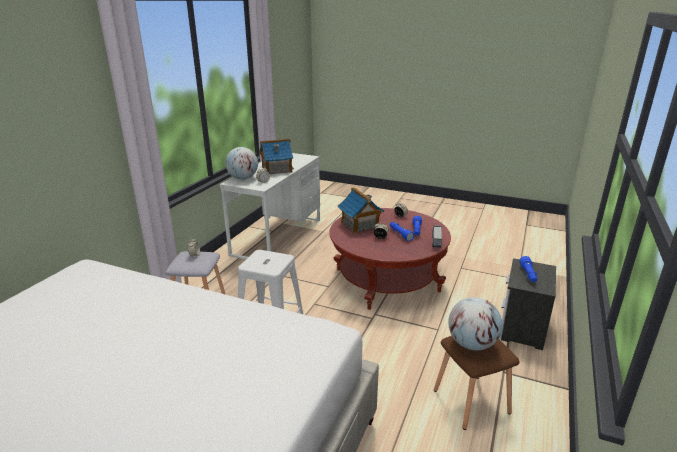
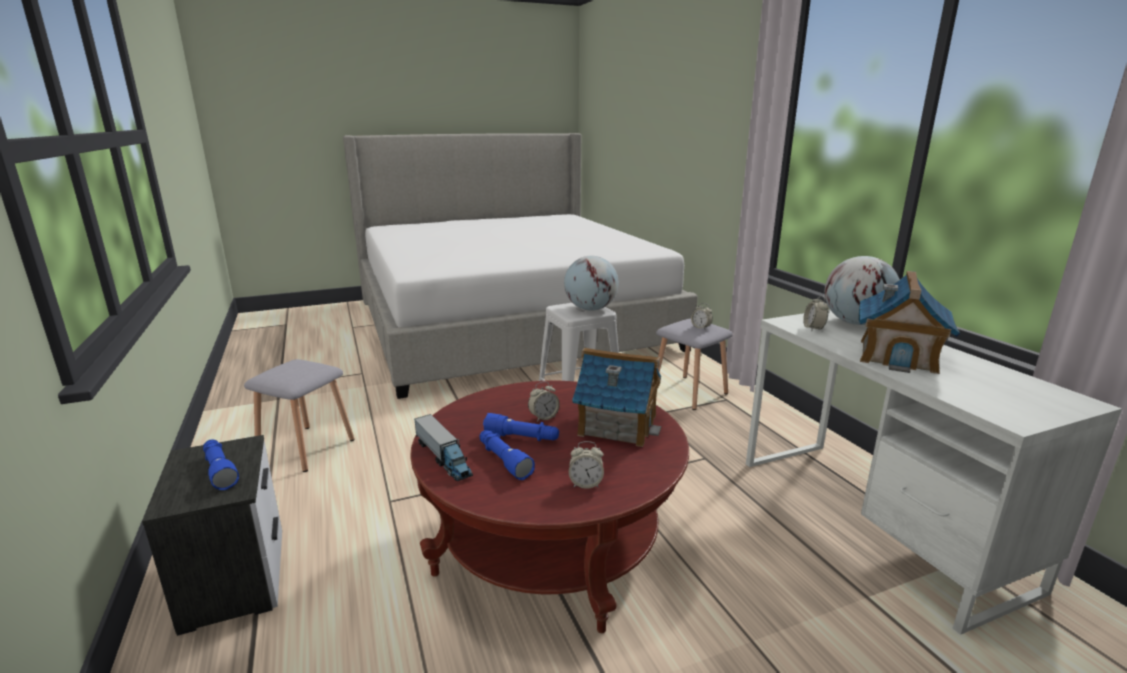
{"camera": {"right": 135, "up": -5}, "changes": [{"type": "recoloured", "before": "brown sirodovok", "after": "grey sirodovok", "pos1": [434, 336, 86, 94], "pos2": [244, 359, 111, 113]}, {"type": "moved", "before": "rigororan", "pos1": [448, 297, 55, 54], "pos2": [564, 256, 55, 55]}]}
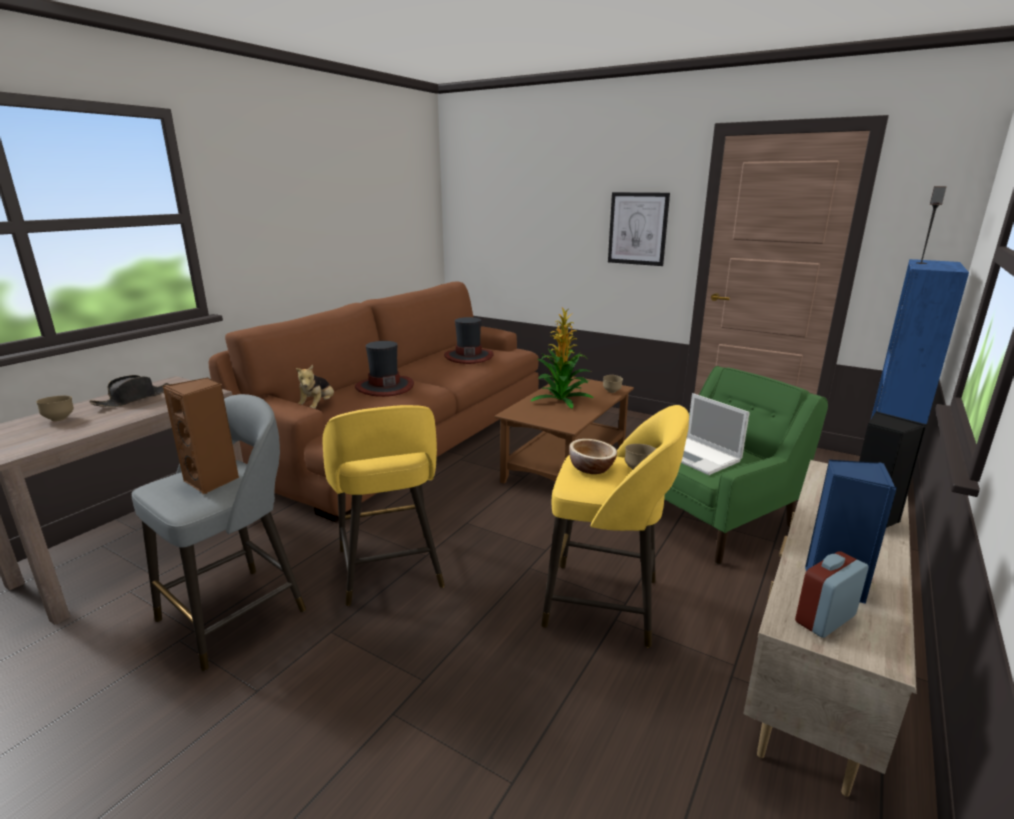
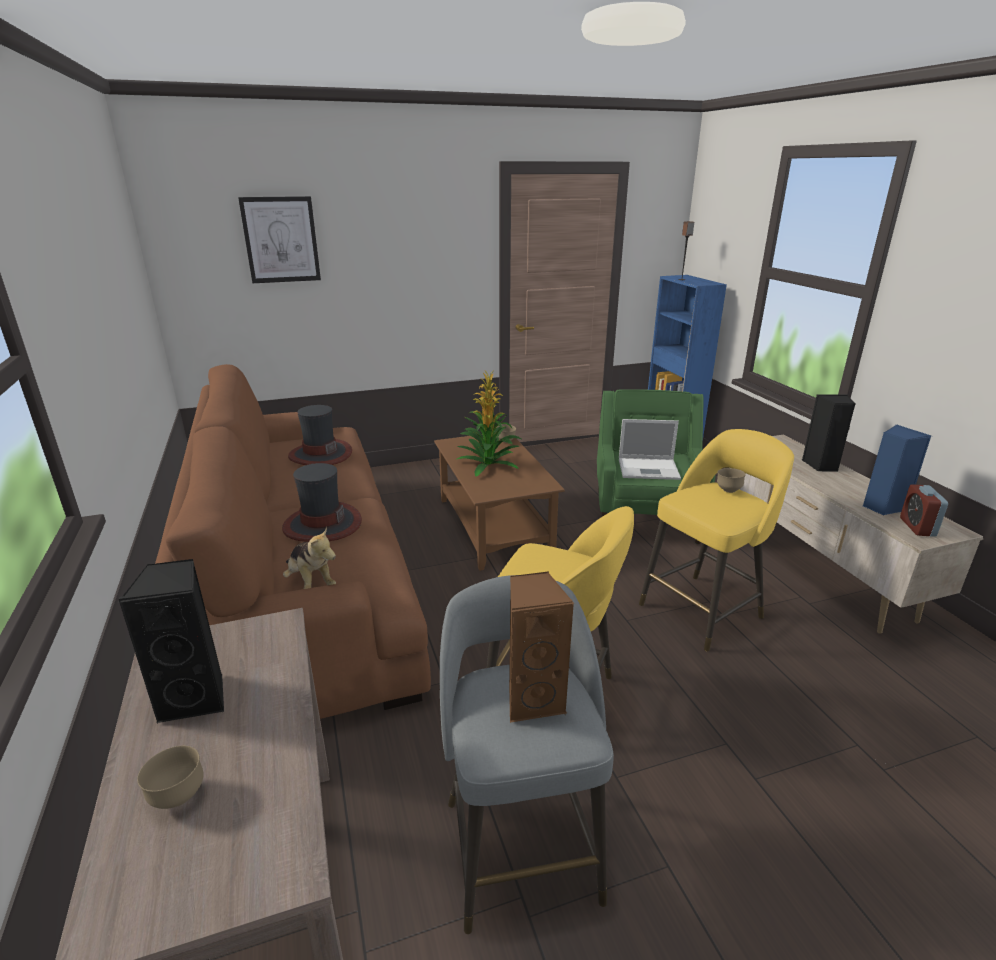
{"camera": {"right": -50, "up": 5}, "changes": [{"type": "replaced", "before": "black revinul", "after": "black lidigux", "pos1": [89, 375, 82, 32], "pos2": [117, 559, 107, 164]}, {"type": "moved", "before": "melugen", "pos1": [608, 192, 62, 74], "pos2": [238, 196, 83, 87]}, {"type": "removed", "before": "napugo", "pos1": [569, 439, 48, 35]}]}
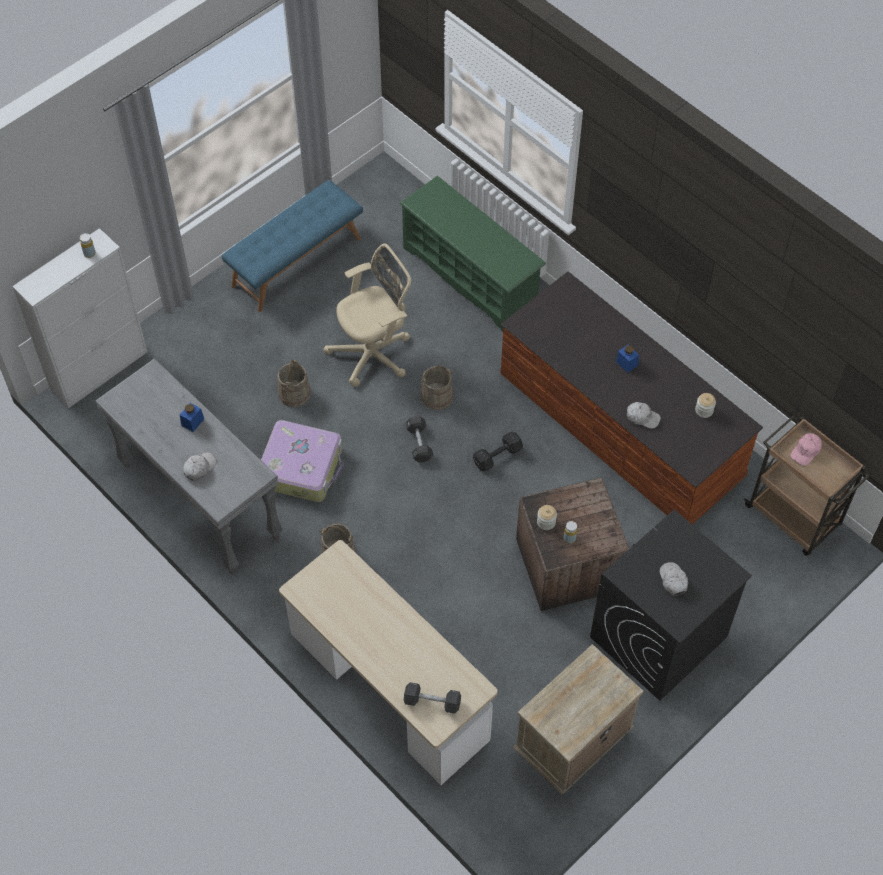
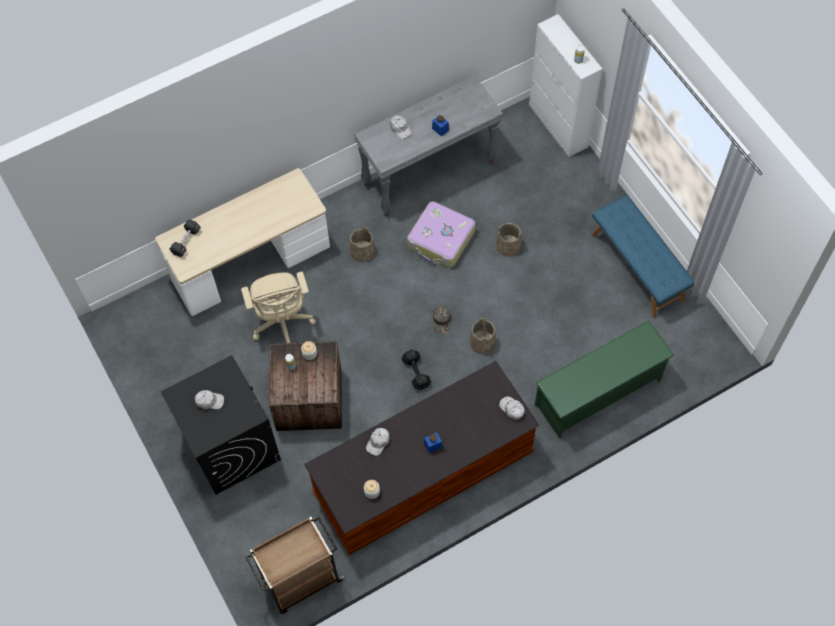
{"camera": {"right": 105, "up": 5}, "changes": [{"type": "moved", "before": "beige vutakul", "pos1": [323, 244, 88, 143], "pos2": [241, 272, 75, 71]}, {"type": "replaced", "before": "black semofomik", "after": "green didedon", "pos1": [405, 416, 28, 46], "pos2": [433, 305, 18, 29]}, {"type": "added", "after": "white didedon", "pos2": [499, 396, 26, 24]}, {"type": "removed", "before": "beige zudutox", "pos1": [513, 644, 130, 151]}, {"type": "removed", "before": "pink didedon", "pos1": [790, 433, 32, 33]}]}
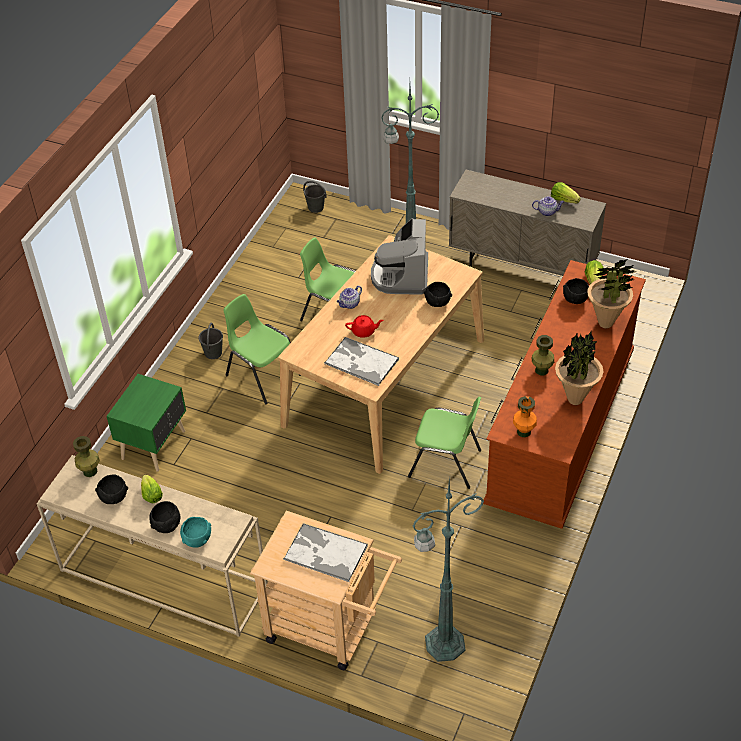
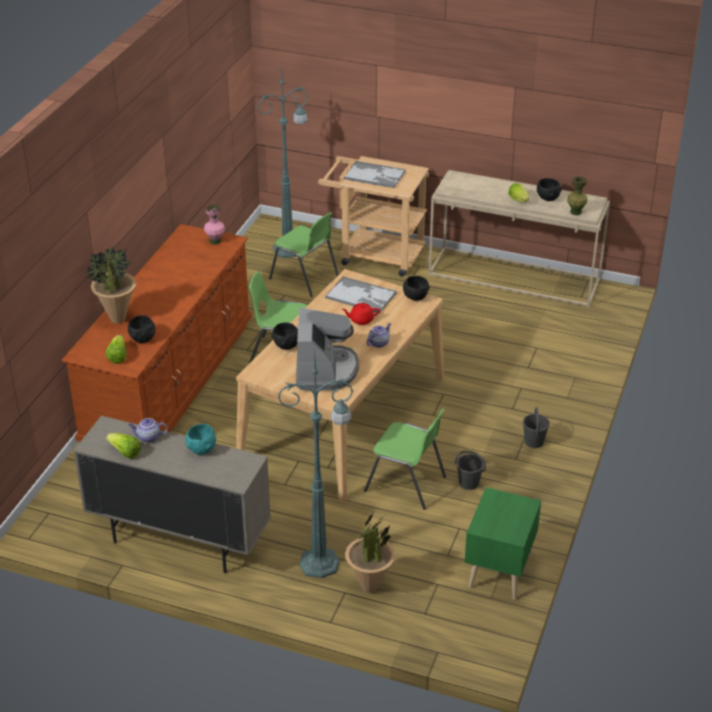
{"camera": {"right": 175, "up": -10}, "changes": [{"type": "moved", "before": "turquoise napugo", "pos1": [180, 517, 31, 31], "pos2": [186, 424, 30, 31]}, {"type": "recoloured", "before": "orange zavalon", "after": "pink zavalon", "pos1": [513, 396, 24, 41], "pos2": [204, 204, 21, 41]}, {"type": "moved", "before": "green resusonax", "pos1": [223, 294, 78, 110], "pos2": [269, 212, 70, 85]}, {"type": "moved", "before": "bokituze", "pos1": [555, 331, 49, 74], "pos2": [345, 513, 50, 80]}, {"type": "moved", "before": "black napugo", "pos1": [149, 501, 31, 32], "pos2": [403, 276, 26, 25]}, {"type": "moved", "before": "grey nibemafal", "pos1": [303, 181, 24, 32], "pos2": [455, 450, 31, 40]}, {"type": "moved", "before": "green zudutox", "pos1": [106, 374, 80, 98], "pos2": [465, 487, 76, 113]}, {"type": "removed", "before": "green zavalon", "pos1": [532, 335, 22, 40]}]}
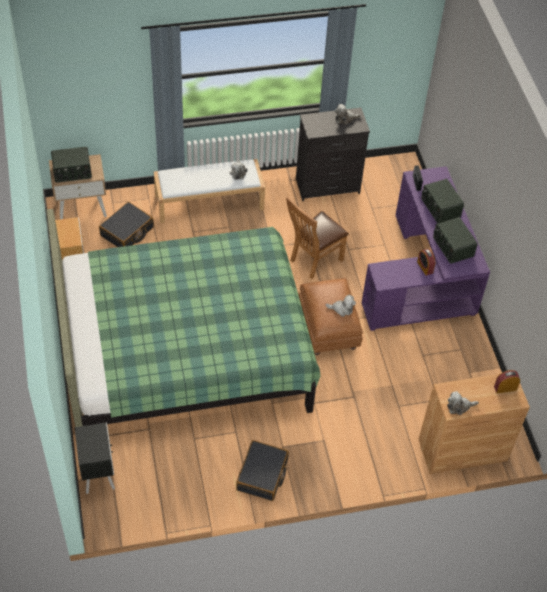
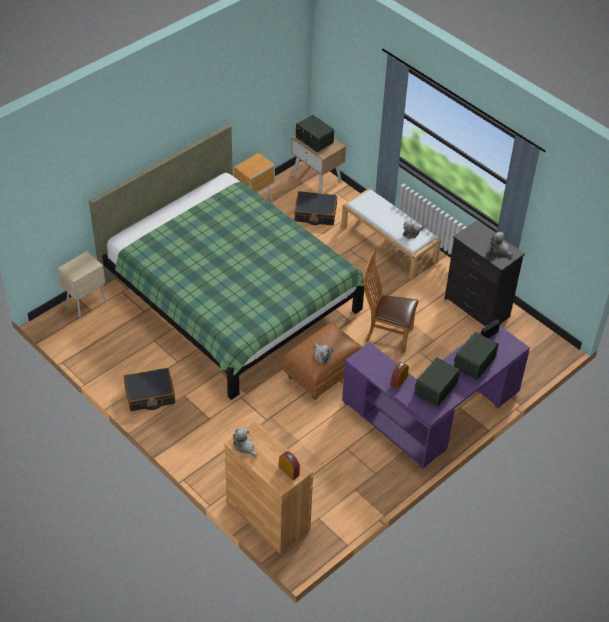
{"camera": {"right": 60, "up": -5}, "changes": [{"type": "recoloured", "before": "black zudutox", "after": "beige zudutox", "pos1": [74, 423, 41, 71], "pos2": [58, 251, 48, 66]}]}
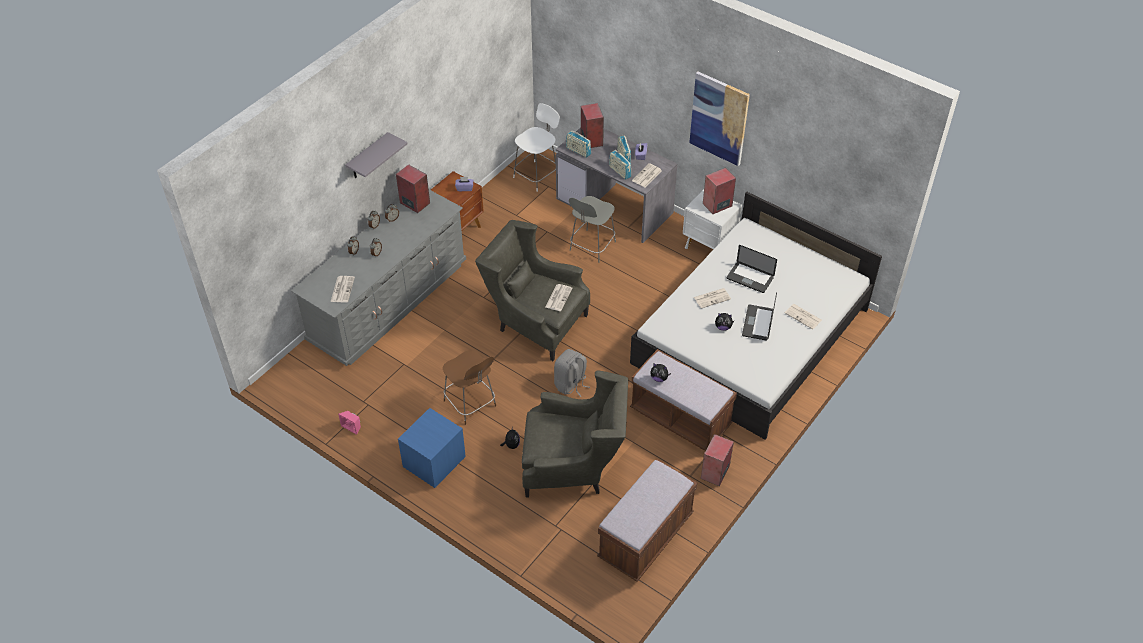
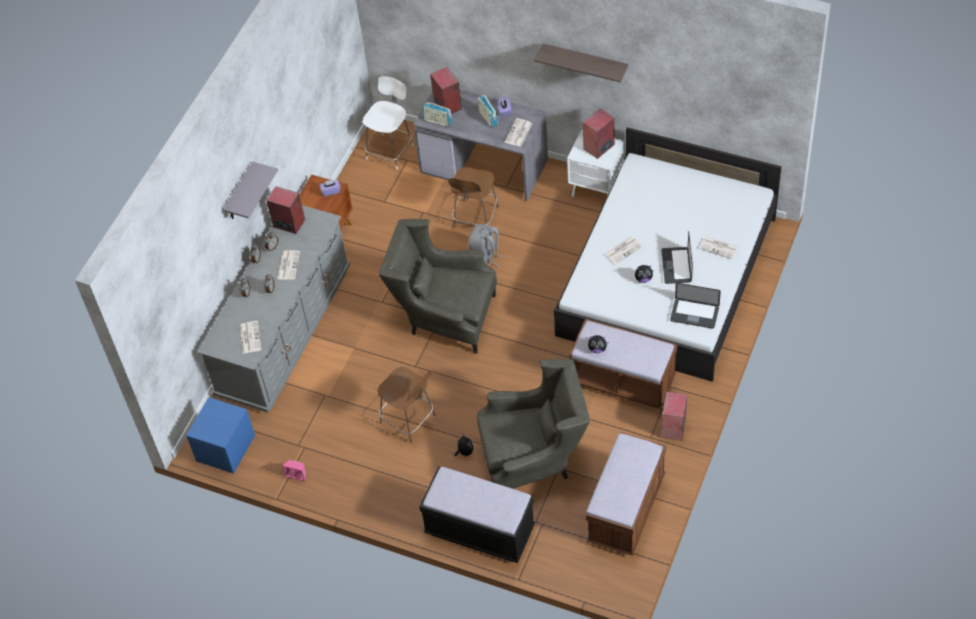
{"camera": {"right": -10, "up": 5}, "changes": [{"type": "moved", "before": "blue zudutox", "pos1": [398, 408, 68, 80], "pos2": [186, 397, 69, 76]}, {"type": "moved", "before": "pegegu", "pos1": [545, 284, 27, 27], "pos2": [277, 250, 23, 30]}, {"type": "added", "after": "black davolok", "pos2": [419, 467, 116, 96]}, {"type": "recoloured", "before": "grey resusonax", "after": "brown resusonax", "pos1": [569, 196, 47, 67], "pos2": [448, 167, 51, 61]}, {"type": "moved", "before": "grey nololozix", "pos1": [554, 349, 36, 48], "pos2": [468, 224, 37, 44]}, {"type": "replaced", "before": "melugen", "after": "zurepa", "pos1": [689, 72, 61, 94], "pos2": [534, 43, 95, 39]}, {"type": "moved", "before": "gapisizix", "pos1": [727, 245, 50, 48], "pos2": [670, 283, 51, 46]}, {"type": "removed", "before": "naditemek", "pos1": [609, 150, 22, 30]}]}
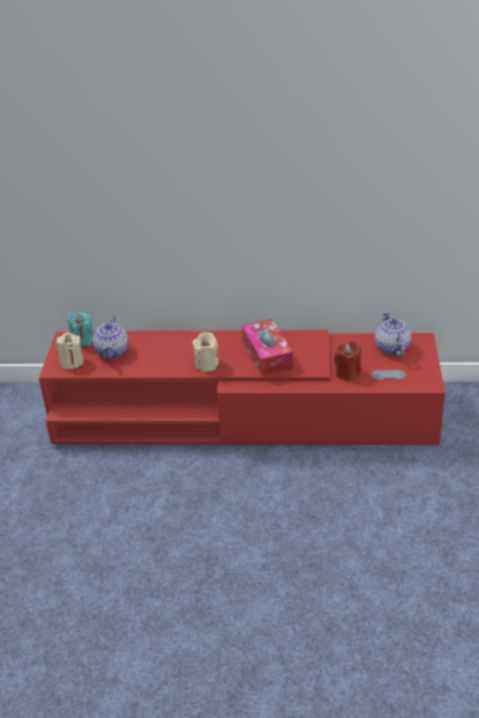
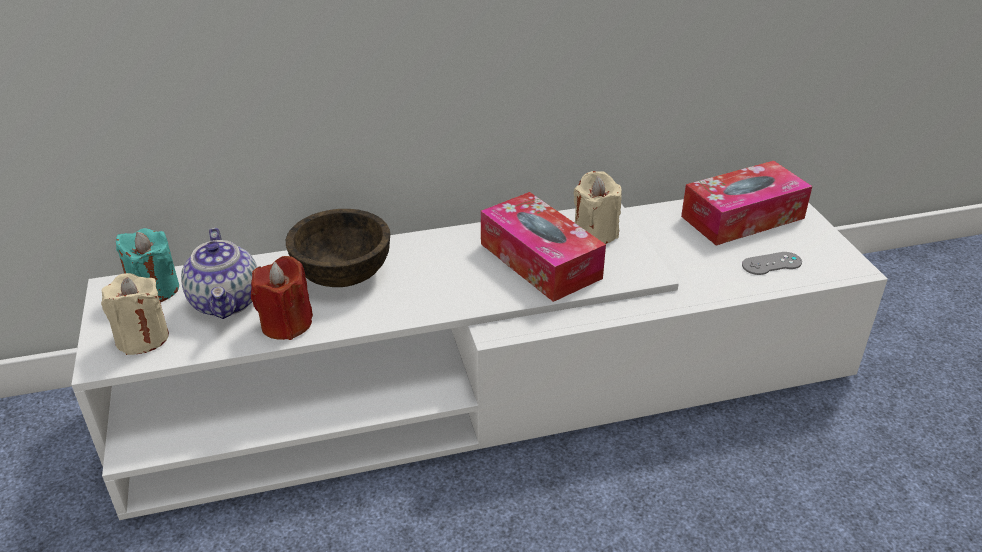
{"camera": {"right": -20, "up": 0}, "changes": [{"type": "recoloured", "before": "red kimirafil", "after": "white kimirafil", "pos1": [39, 330, 406, 115], "pos2": [71, 199, 817, 321]}, {"type": "moved", "before": "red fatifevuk", "pos1": [334, 341, 27, 40], "pos2": [251, 256, 62, 84]}, {"type": "added", "after": "brown napugo", "pos2": [286, 209, 104, 78]}, {"type": "moved", "before": "beige fatifevuk", "pos1": [192, 332, 27, 40], "pos2": [574, 171, 48, 73]}, {"type": "replaced", "before": "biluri", "after": "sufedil", "pos1": [375, 311, 36, 45], "pos2": [681, 161, 131, 85]}]}
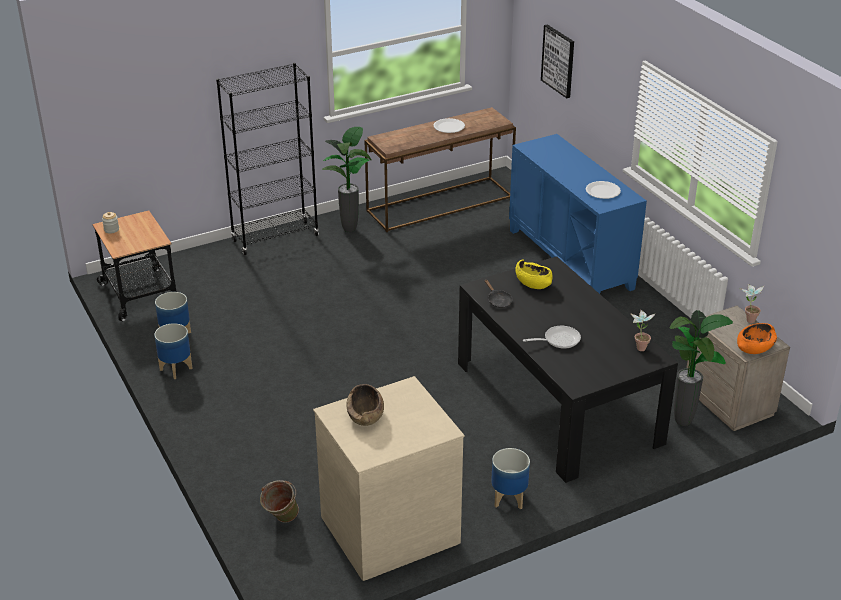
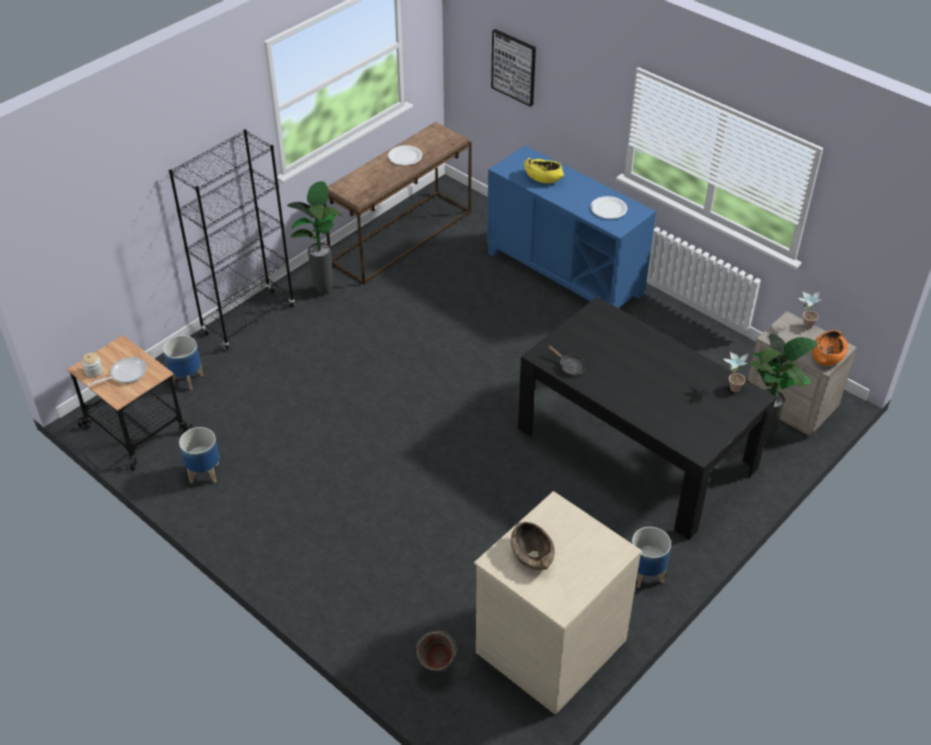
{"camera": {"right": -20, "up": 10}, "changes": [{"type": "moved", "before": "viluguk", "pos1": [523, 326, 58, 23], "pos2": [88, 357, 59, 29]}, {"type": "moved", "before": "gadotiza", "pos1": [154, 323, 38, 56], "pos2": [163, 335, 40, 55]}, {"type": "moved", "before": "yellow napugo", "pos1": [515, 260, 37, 29], "pos2": [524, 158, 40, 25]}]}
